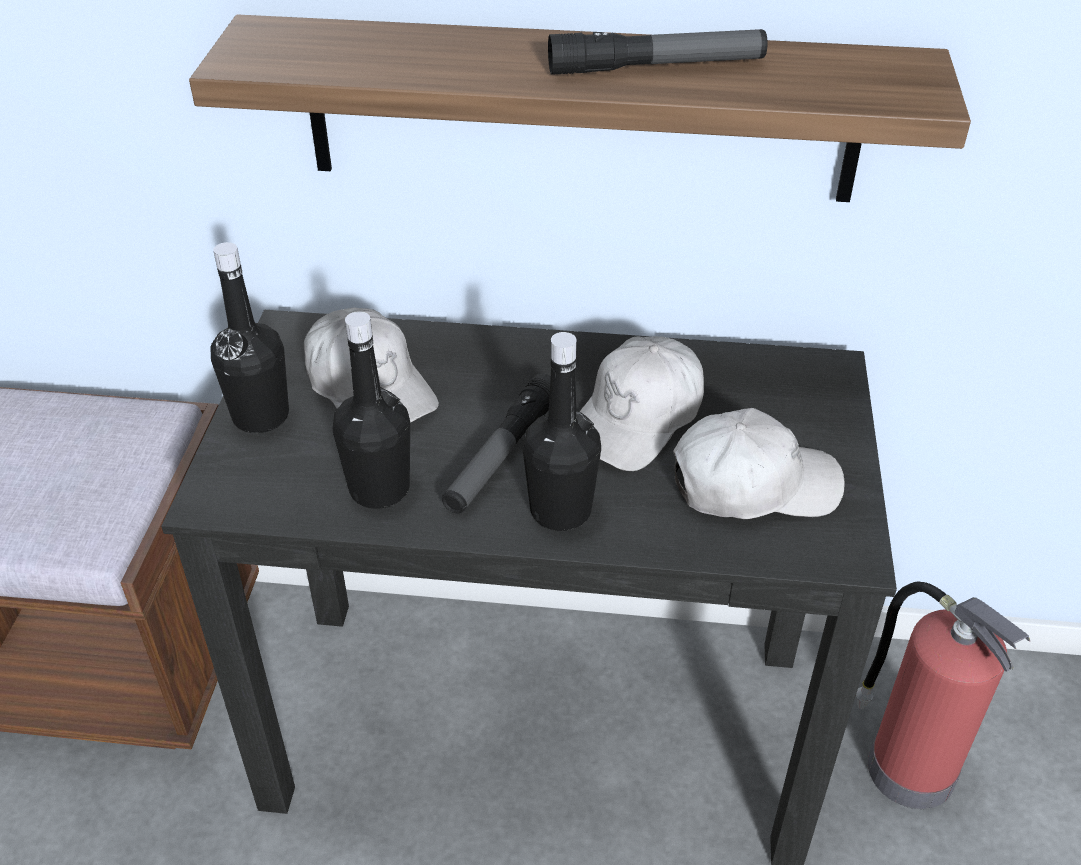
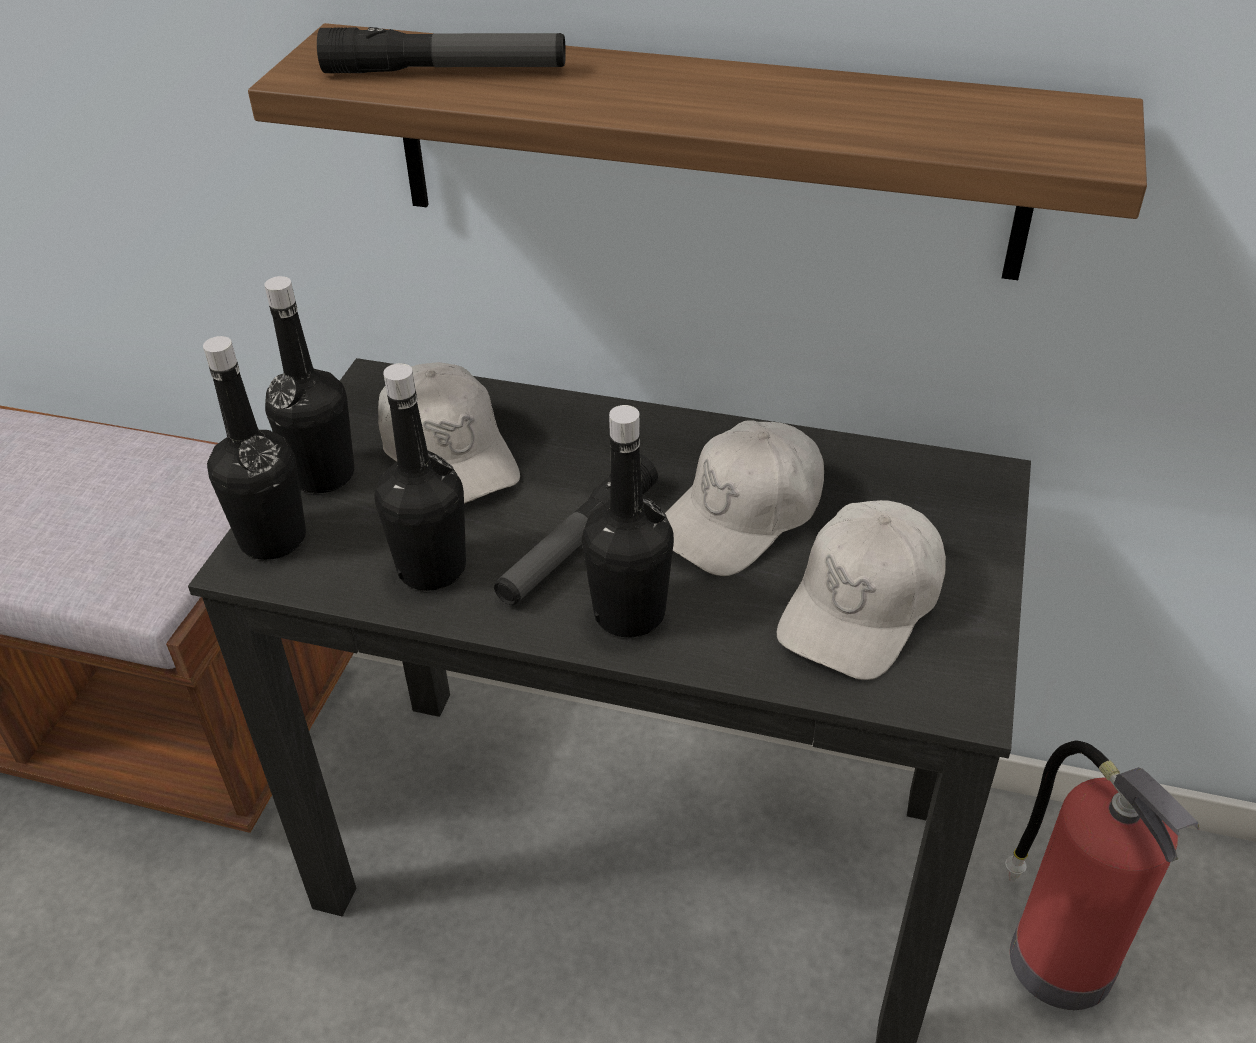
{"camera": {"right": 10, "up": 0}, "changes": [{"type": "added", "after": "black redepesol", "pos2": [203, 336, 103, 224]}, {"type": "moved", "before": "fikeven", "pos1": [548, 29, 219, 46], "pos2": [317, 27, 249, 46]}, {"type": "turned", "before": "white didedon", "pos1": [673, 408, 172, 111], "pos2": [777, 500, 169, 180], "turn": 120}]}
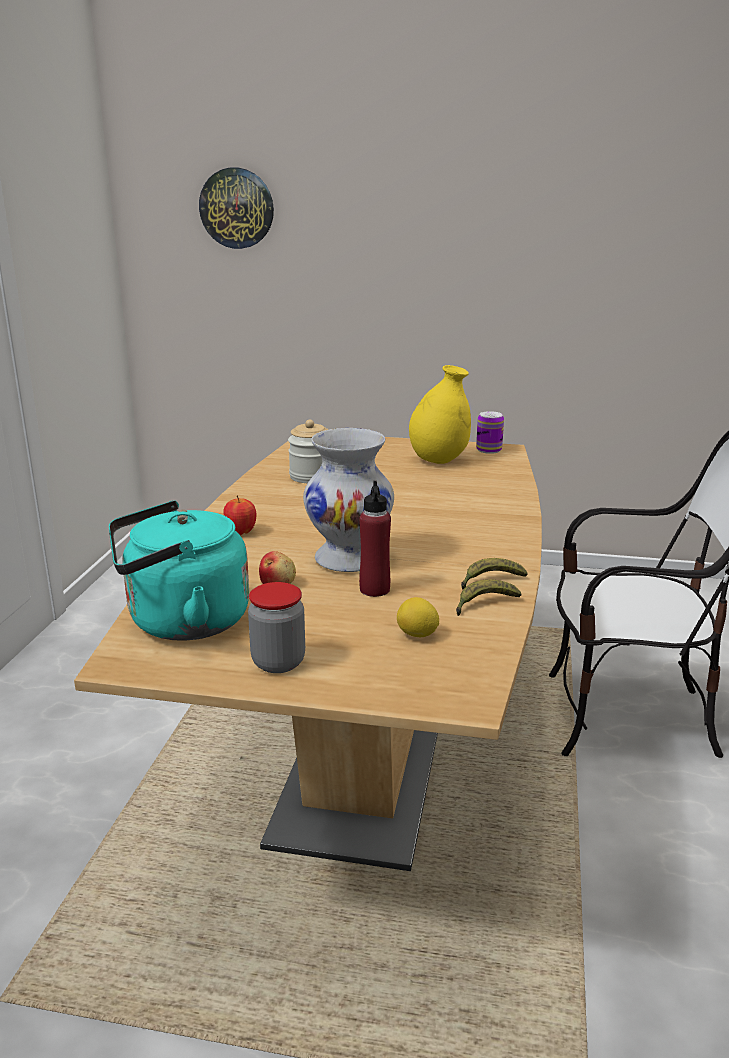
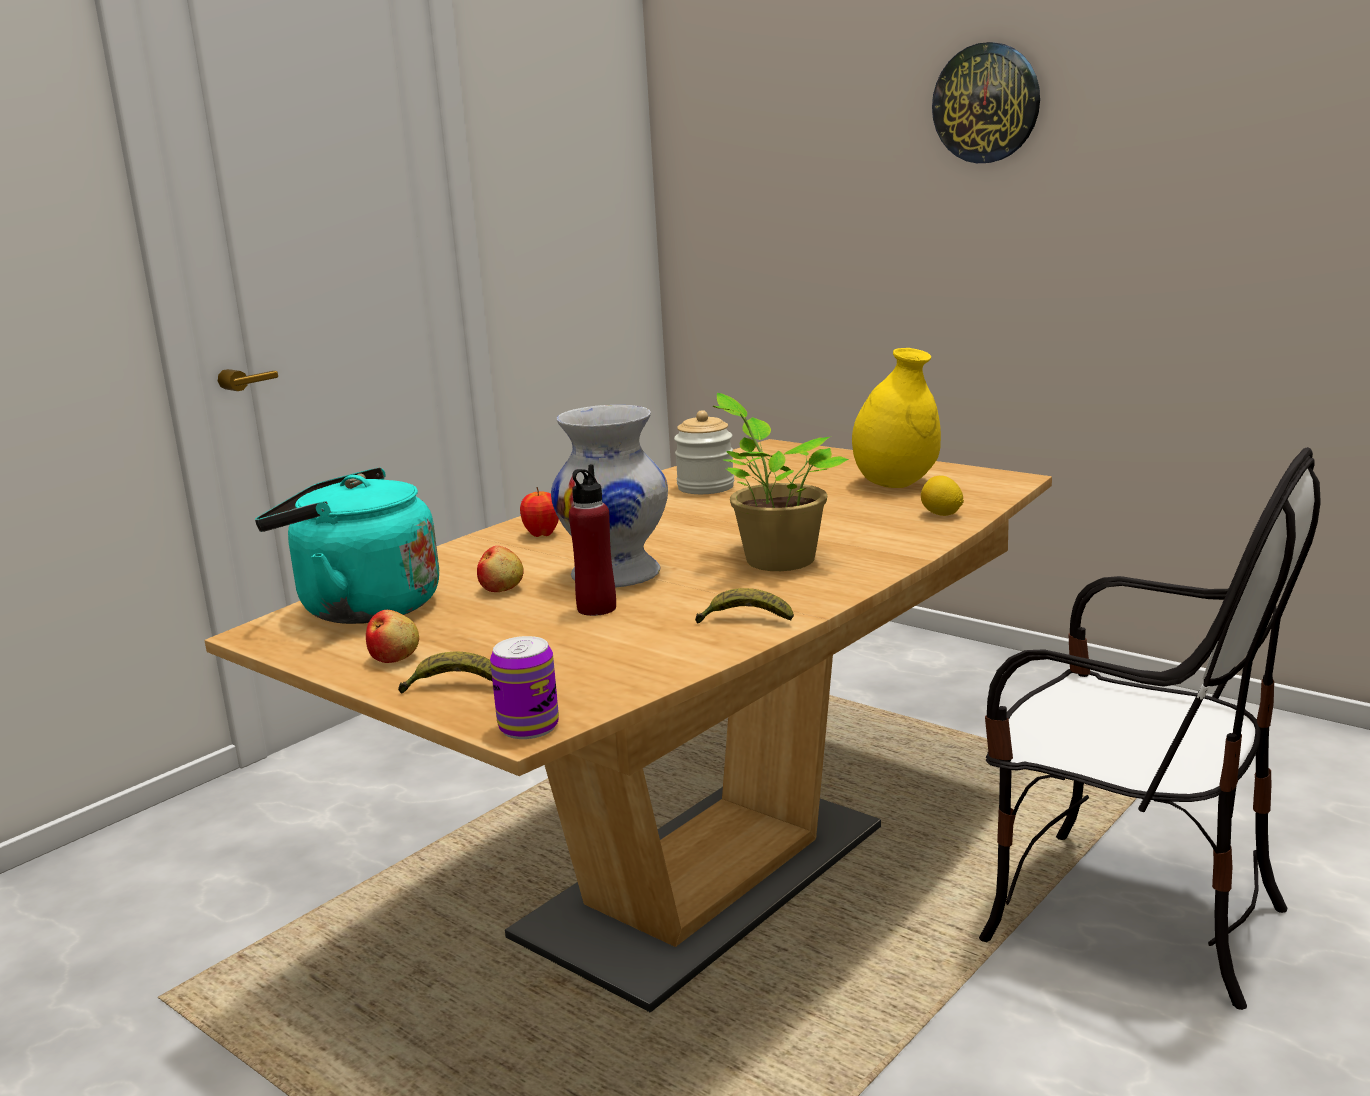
{"camera": {"right": 30, "up": -5}, "changes": [{"type": "replaced", "before": "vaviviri", "after": "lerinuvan", "pos1": [248, 582, 57, 91], "pos2": [366, 610, 53, 53]}, {"type": "moved", "before": "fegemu", "pos1": [456, 579, 65, 37], "pos2": [398, 652, 94, 41]}, {"type": "moved", "before": "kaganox", "pos1": [476, 411, 28, 43], "pos2": [490, 636, 69, 103]}, {"type": "added", "after": "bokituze", "pos2": [713, 393, 136, 178]}, {"type": "moved", "before": "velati", "pos1": [397, 597, 42, 40], "pos2": [921, 476, 43, 40]}, {"type": "moved", "before": "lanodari", "pos1": [199, 168, 75, 81], "pos2": [932, 42, 108, 121]}]}
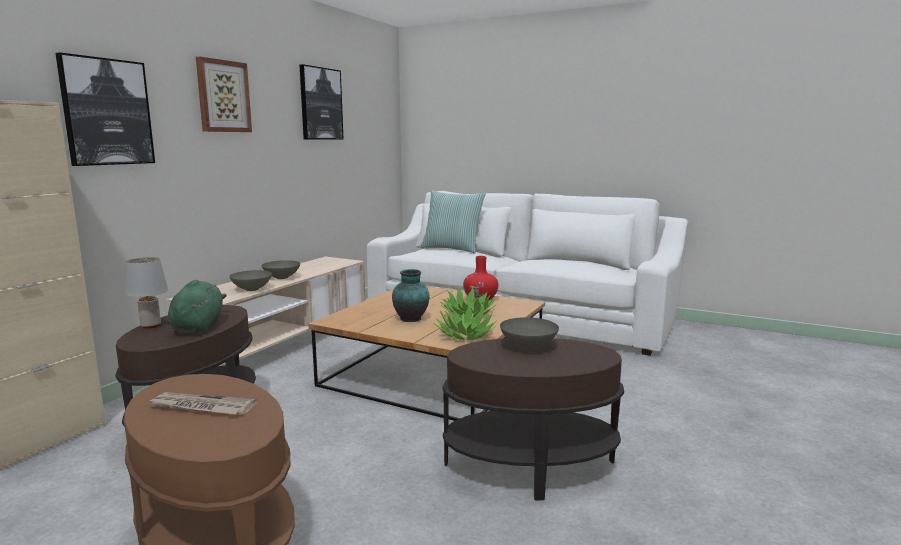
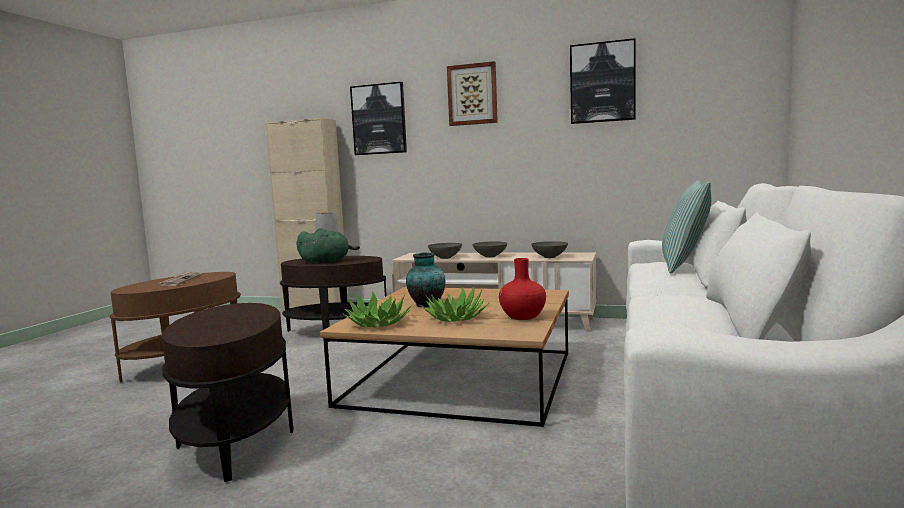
{"camera": {"right": 80, "up": -5}, "changes": [{"type": "moved", "before": "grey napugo", "pos1": [500, 317, 59, 33], "pos2": [531, 241, 37, 17]}]}
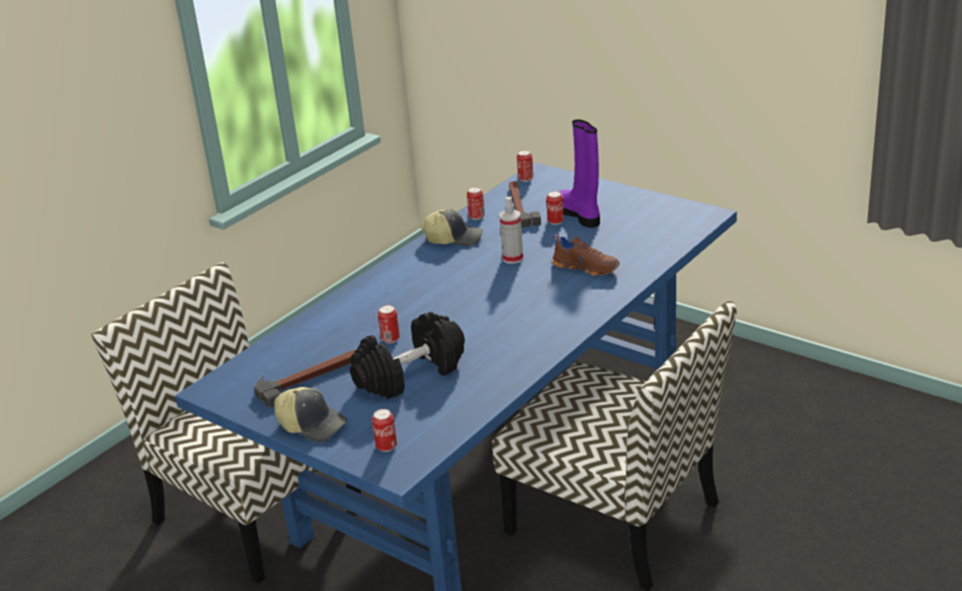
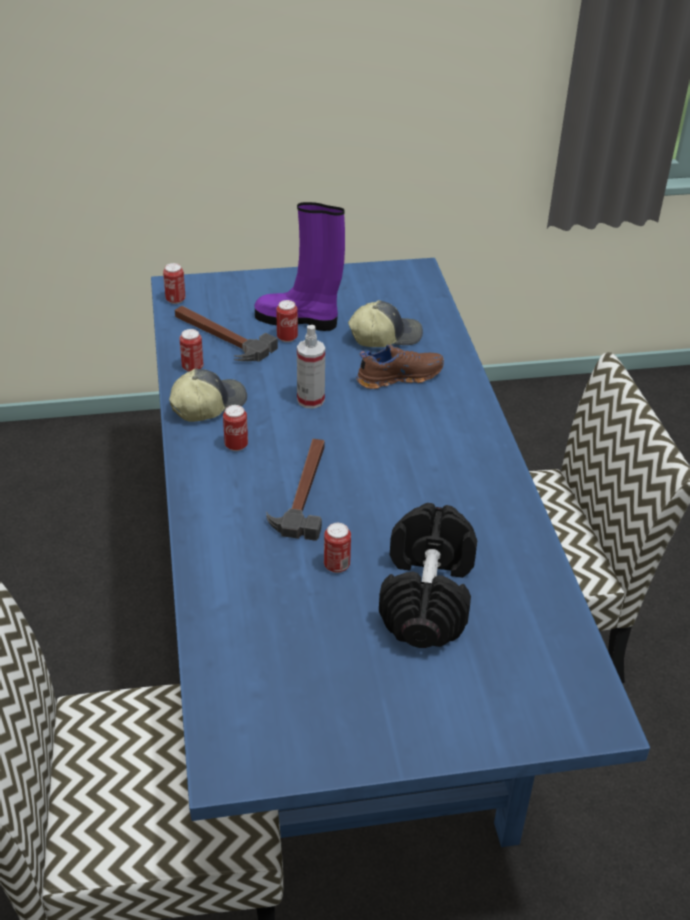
{"camera": {"right": -50, "up": 10}, "changes": [{"type": "moved", "before": "kaganox", "pos1": [372, 409, 25, 43], "pos2": [223, 405, 25, 46]}, {"type": "moved", "before": "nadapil", "pos1": [254, 350, 102, 58], "pos2": [266, 439, 59, 102]}, {"type": "moved", "before": "didedon", "pos1": [274, 387, 73, 55], "pos2": [348, 300, 75, 47]}]}
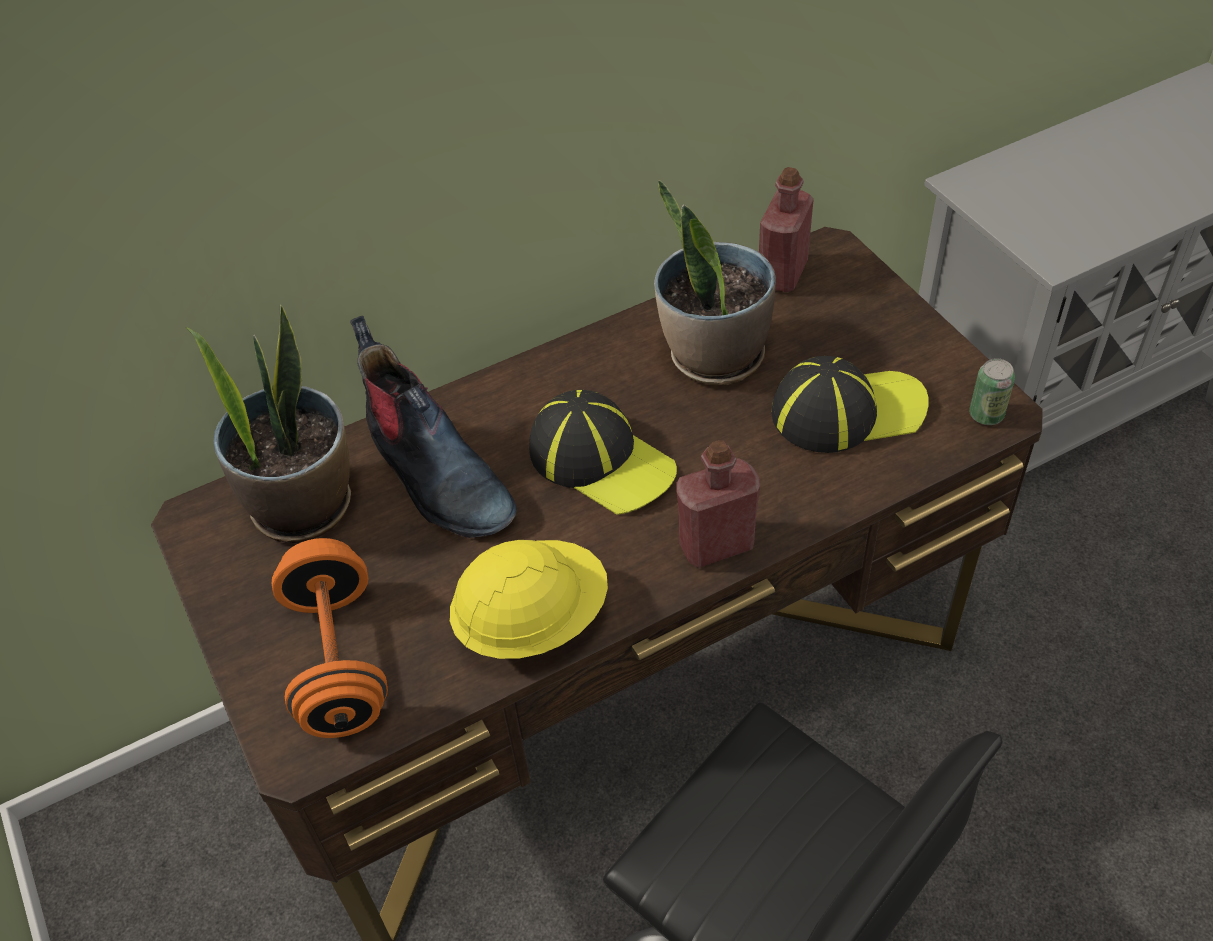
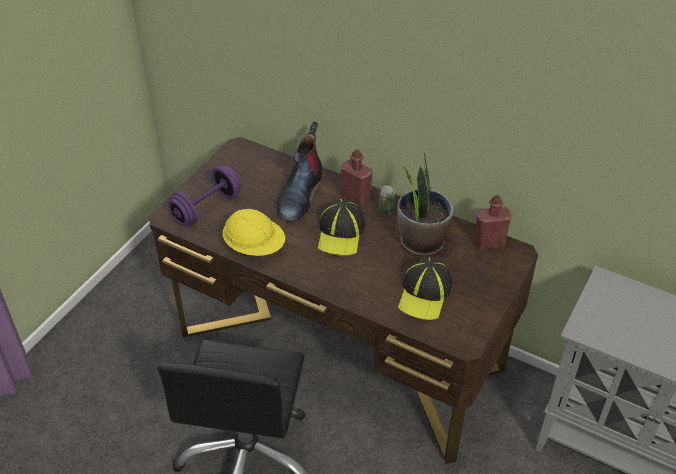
{"camera": {"right": 55, "up": -5}, "changes": [{"type": "recoloured", "before": "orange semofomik", "after": "purple semofomik", "pos1": [272, 538, 116, 200], "pos2": [168, 166, 73, 60]}, {"type": "moved", "before": "red redepesol", "pos1": [676, 440, 84, 128], "pos2": [341, 150, 31, 56]}, {"type": "moved", "before": "kaganox", "pos1": [969, 358, 46, 67], "pos2": [379, 185, 16, 30]}, {"type": "turned", "before": "didedon", "pos1": [771, 356, 158, 97], "pos2": [398, 257, 54, 63], "turn": 60}, {"type": "removed", "before": "bokituze", "pos1": [186, 305, 165, 238]}]}
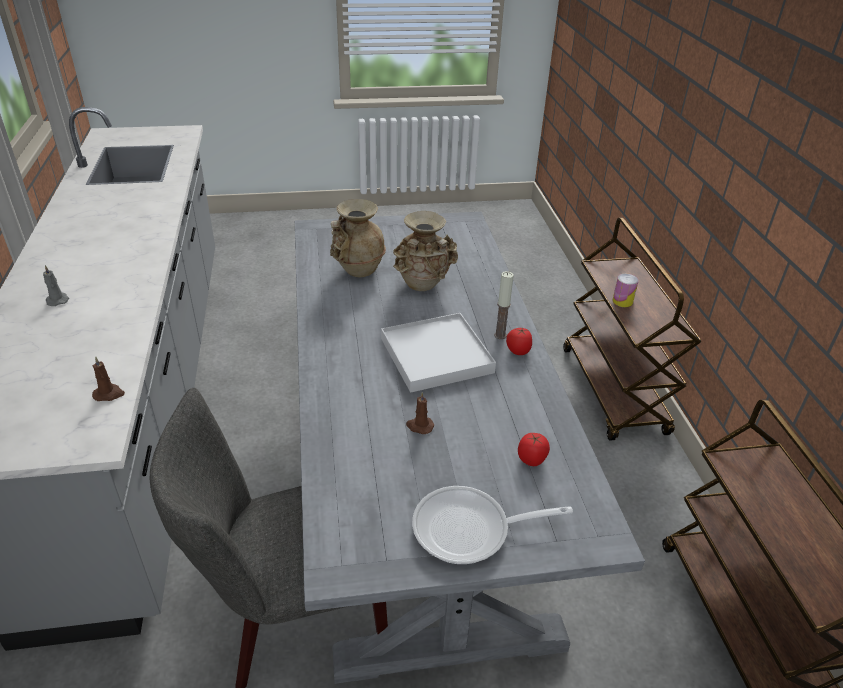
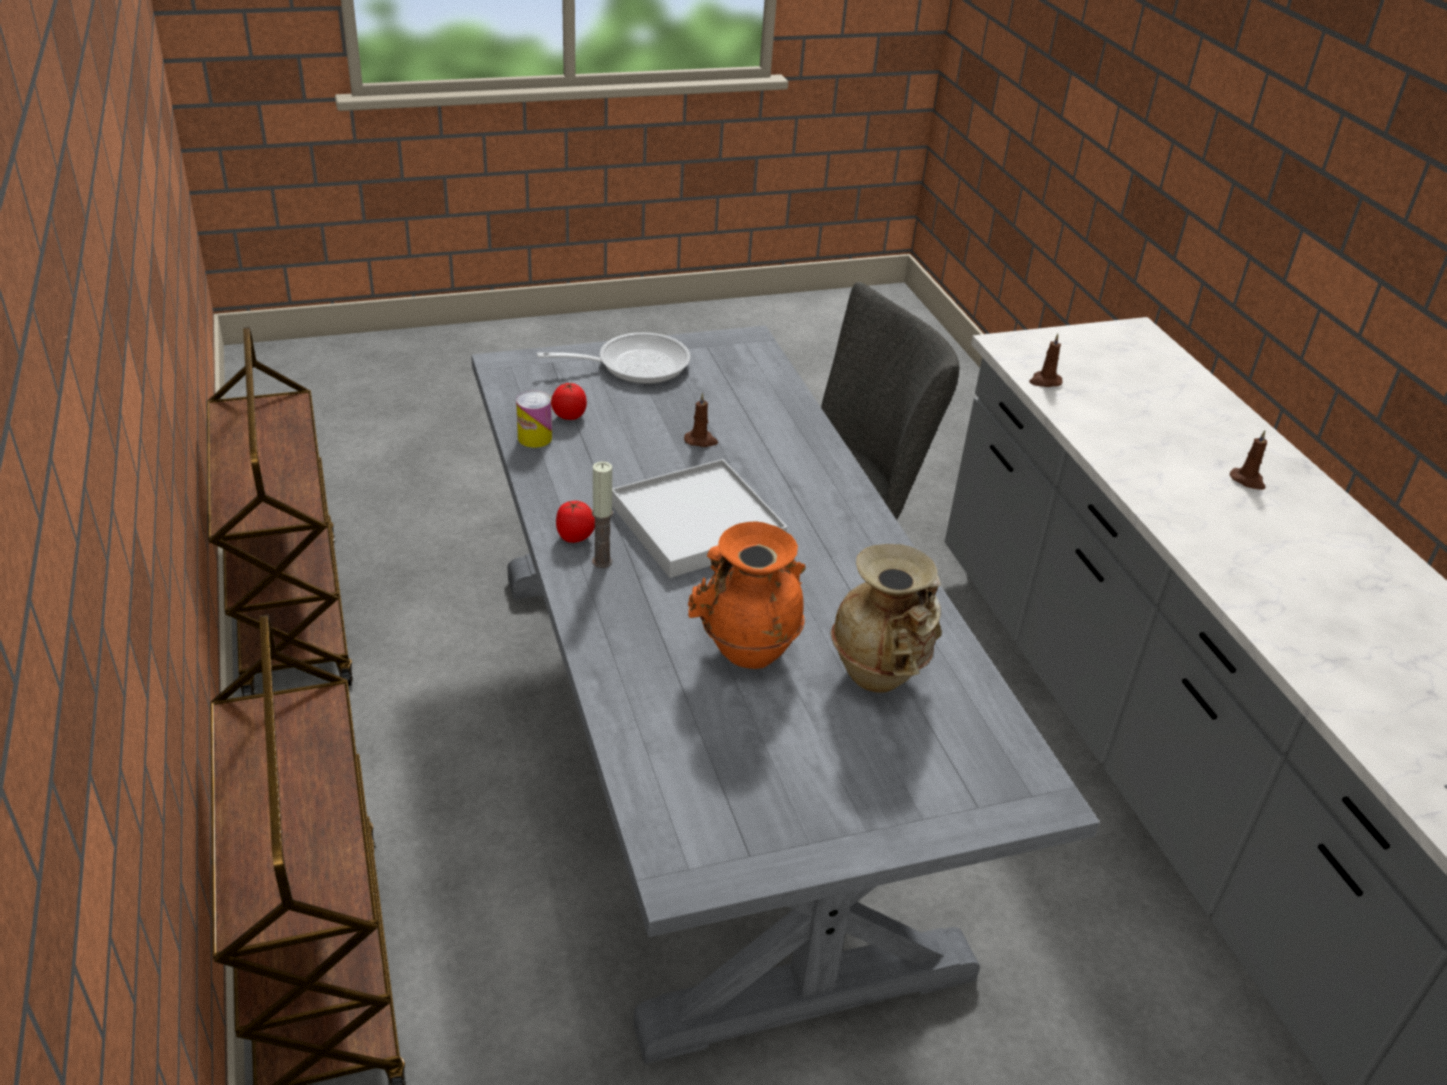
{"camera": {"right": 170, "up": 0}, "changes": [{"type": "moved", "before": "kaganox", "pos1": [613, 274, 26, 33], "pos2": [516, 391, 36, 57]}, {"type": "recoloured", "before": "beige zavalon", "after": "orange zavalon", "pos1": [393, 211, 65, 80], "pos2": [688, 521, 117, 148]}, {"type": "recoloured", "before": "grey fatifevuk", "after": "brown fatifevuk", "pos1": [43, 265, 26, 41], "pos2": [1230, 430, 38, 60]}]}
